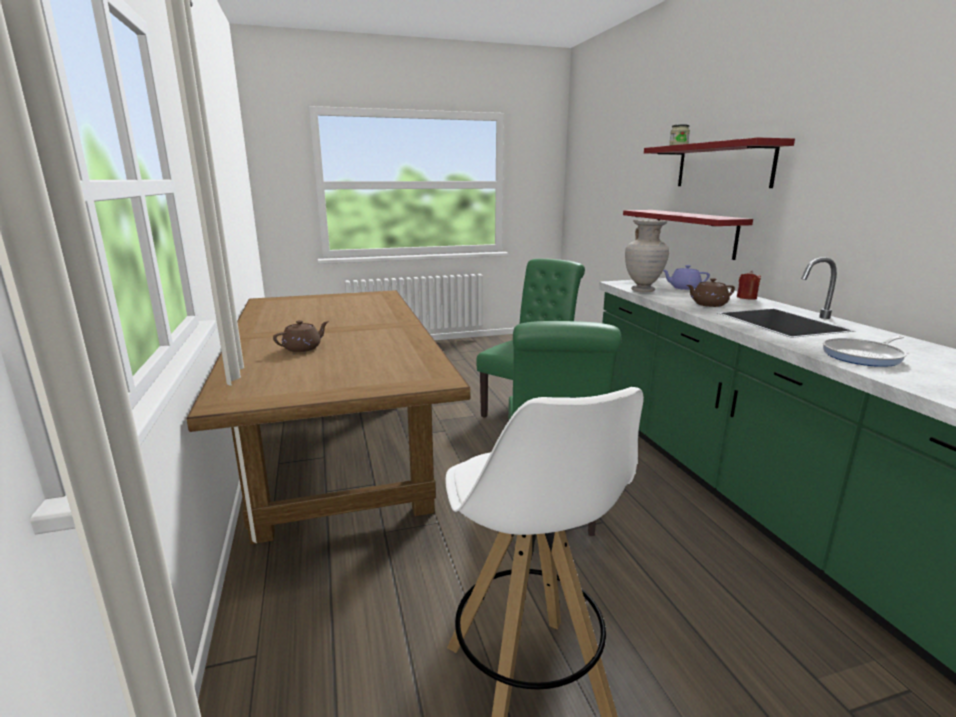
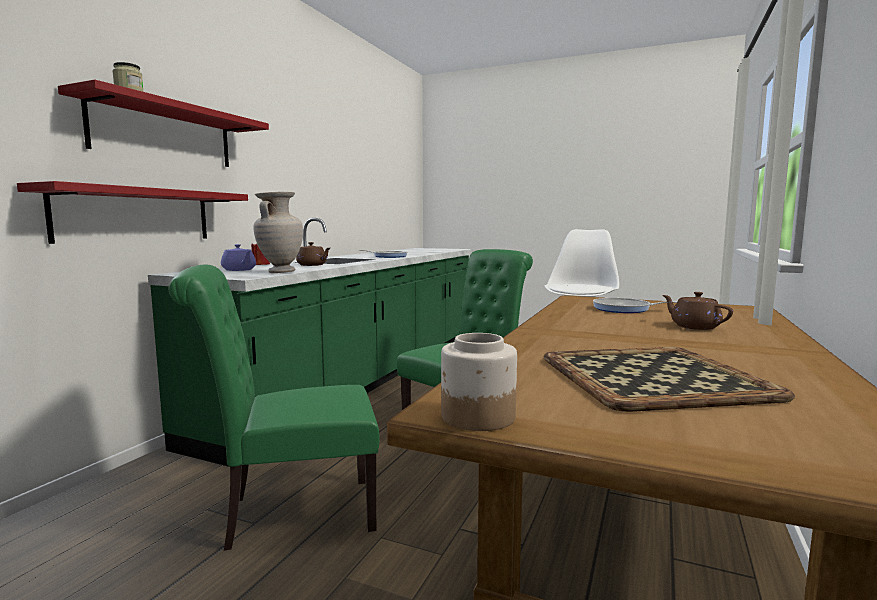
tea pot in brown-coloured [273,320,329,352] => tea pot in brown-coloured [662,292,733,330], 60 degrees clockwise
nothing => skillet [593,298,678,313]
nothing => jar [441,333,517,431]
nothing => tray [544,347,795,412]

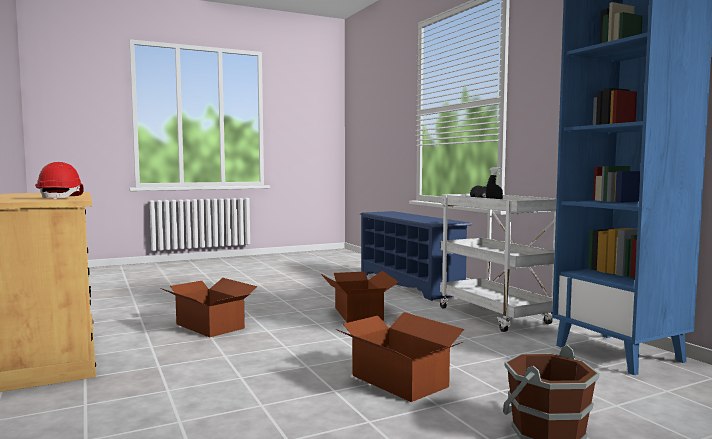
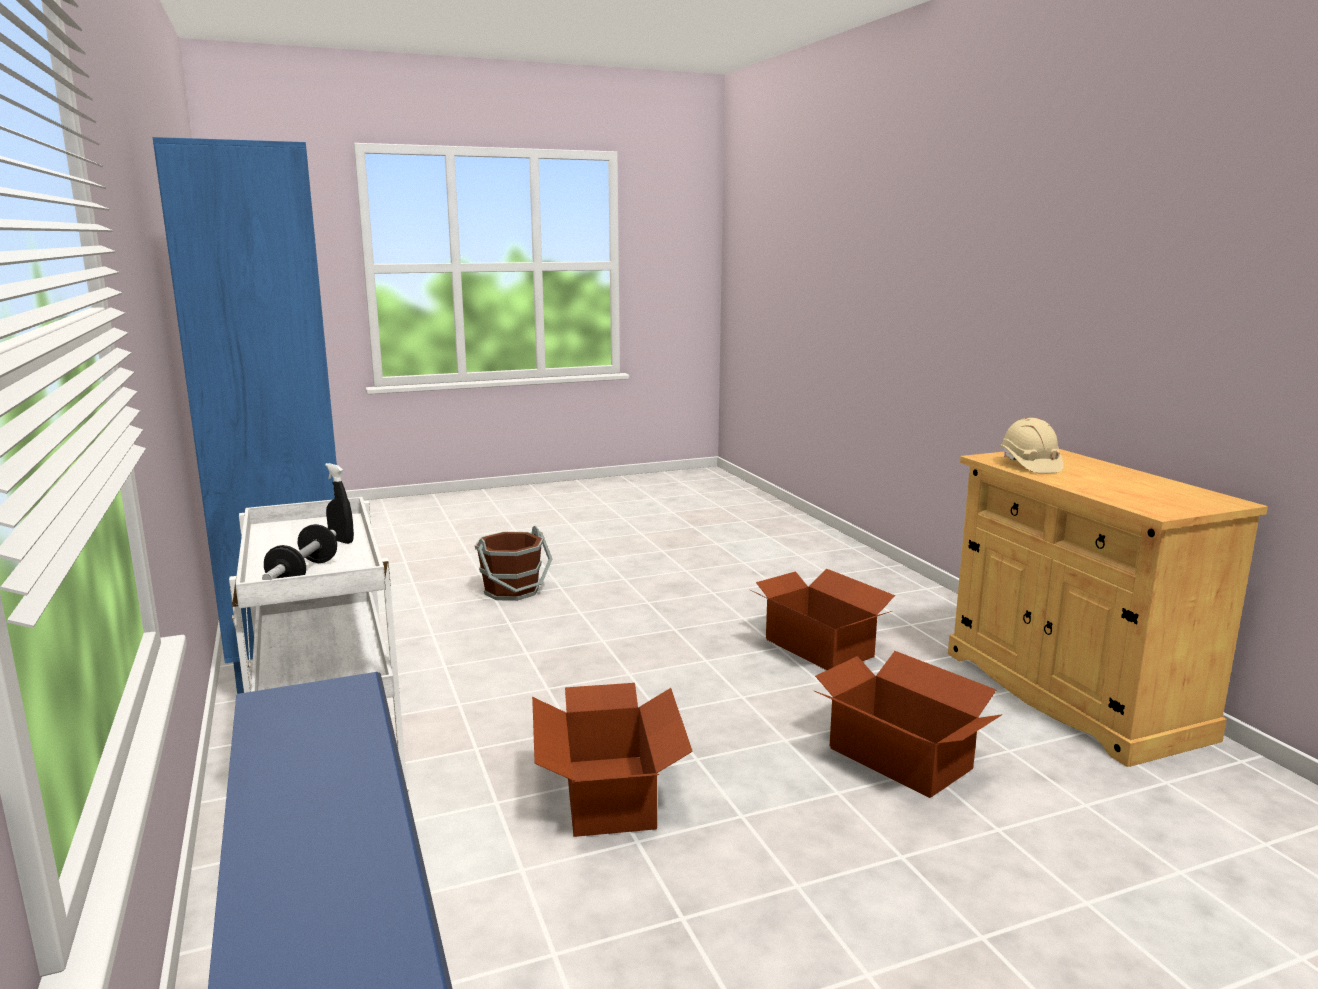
hard hat in red [35,162,84,200] => hard hat in beige [1000,418,1063,473]
carton [336,312,464,402] => carton [750,568,895,670], moved

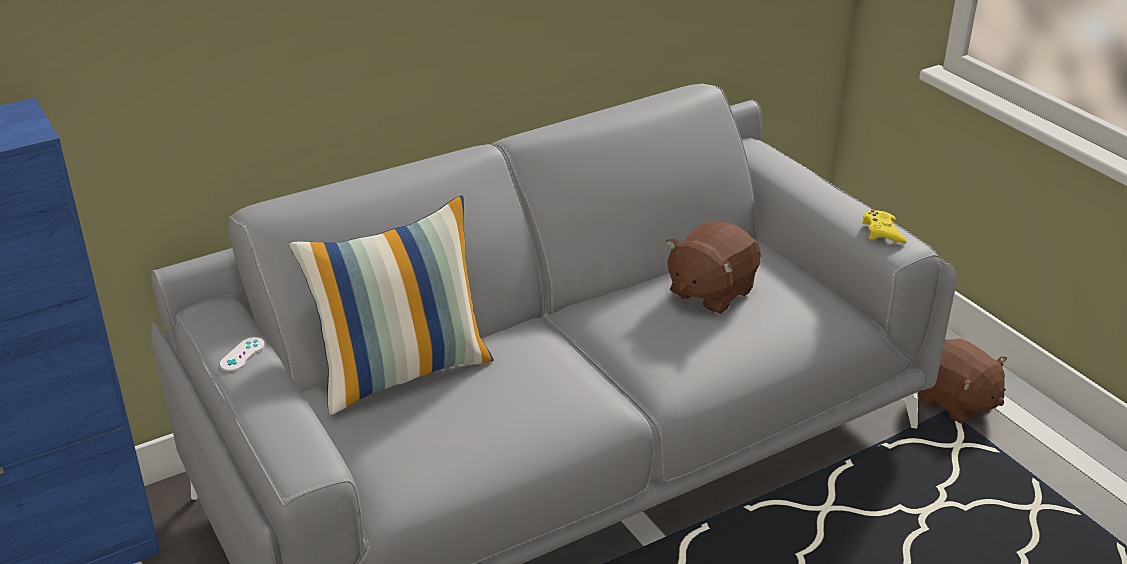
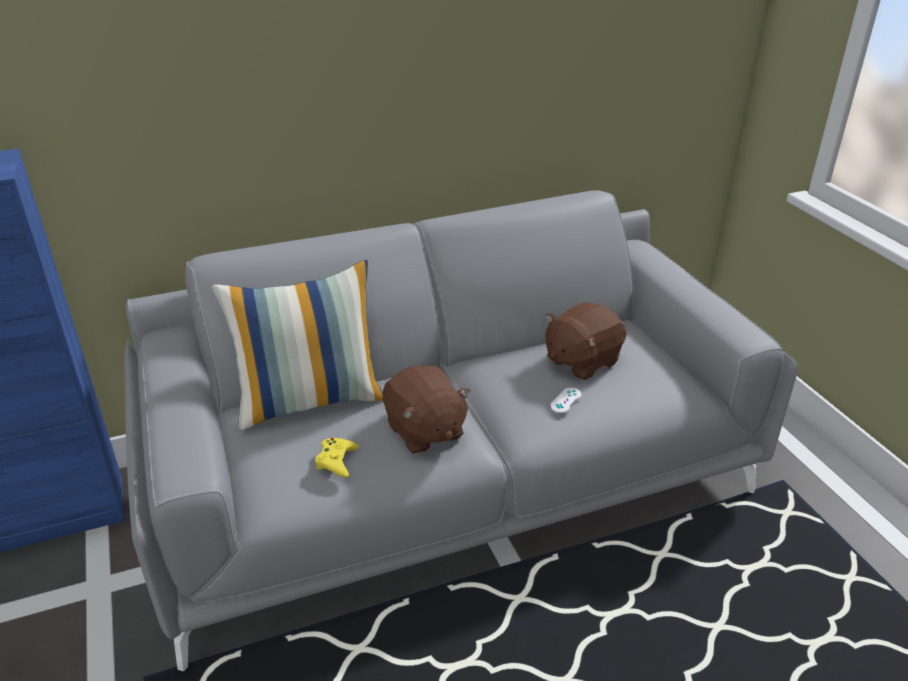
joypad in yellow [862,210,906,243] => joypad in yellow [315,438,359,477], moved
joypad in white-coloured [220,337,265,371] => joypad in white-coloured [550,388,581,413], moved
soft toy in brown-coloured [918,338,1007,423] => soft toy in brown-coloured [383,365,471,454], moved

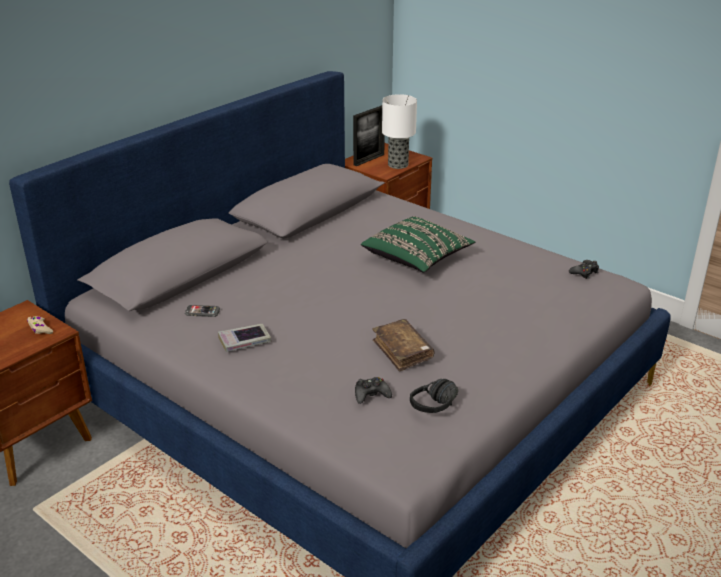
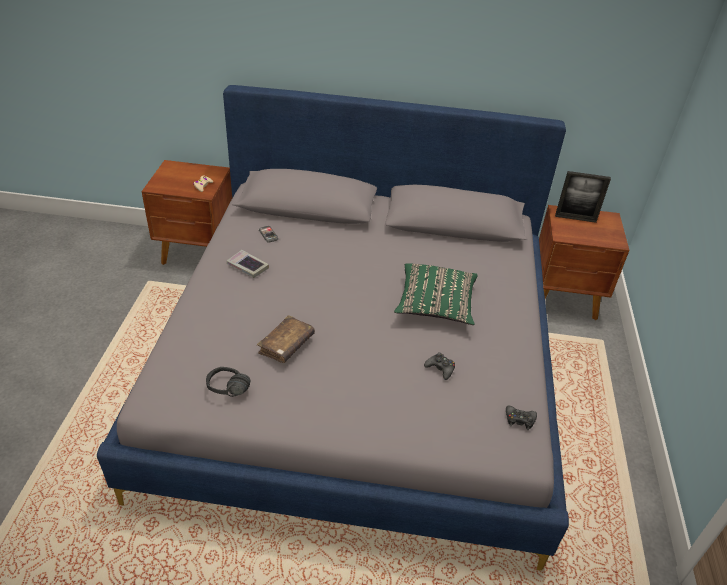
table lamp [382,94,417,169] => nothing
joypad in blackish [355,377,392,404] => joypad in blackish [424,352,455,380], moved

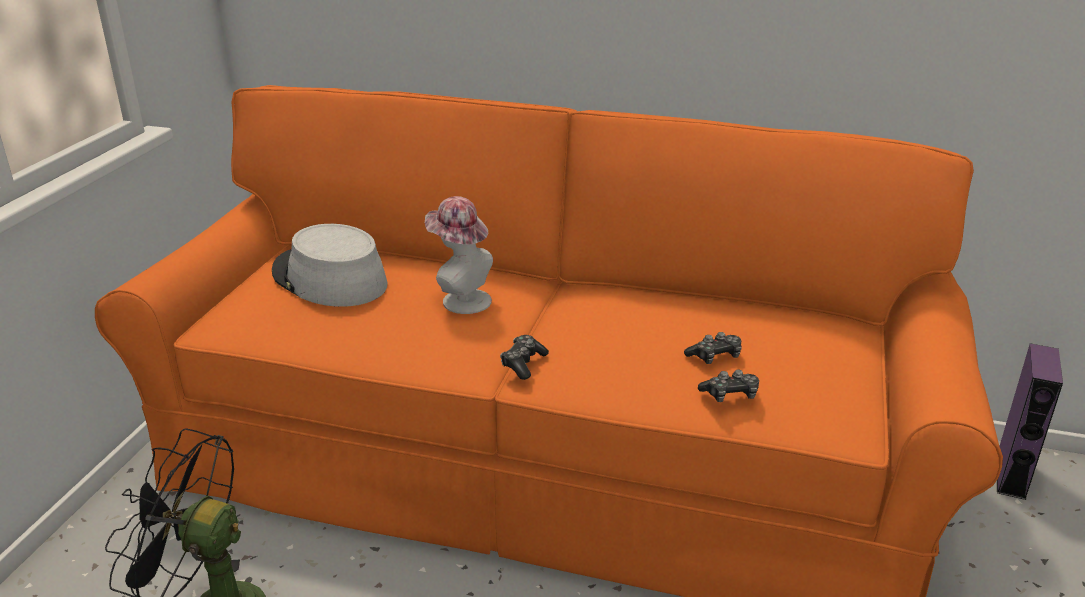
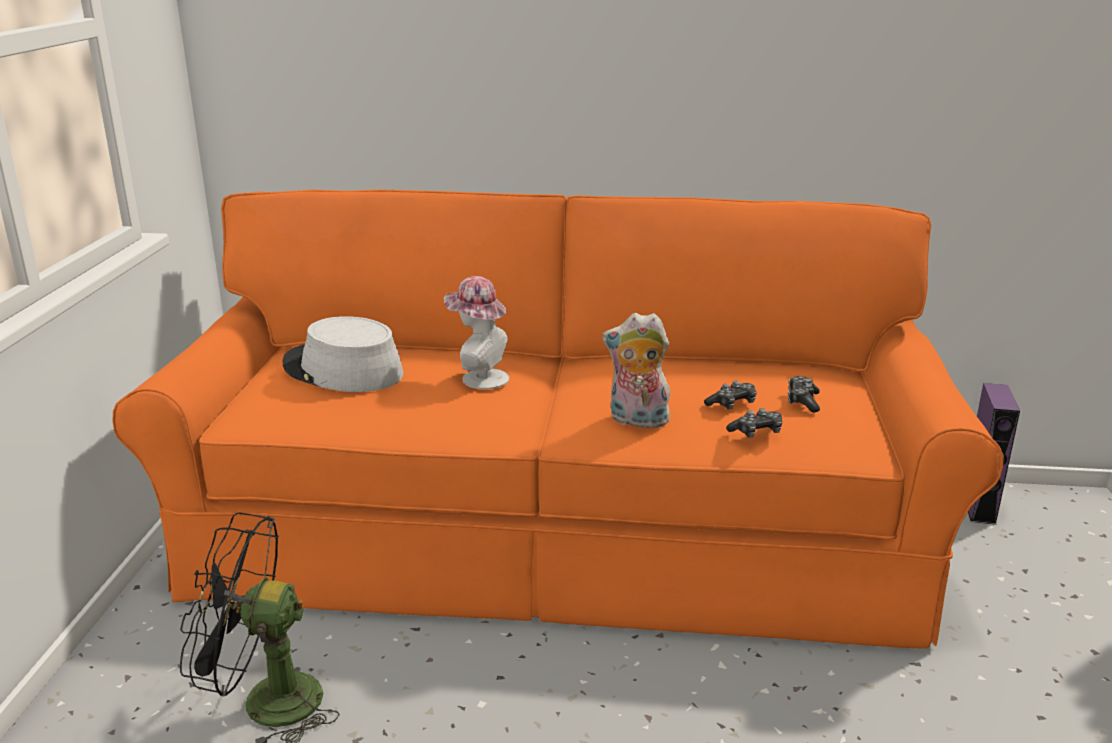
joypad [500,335,549,380] => joypad [788,376,820,412], moved
nothing => soft toy [602,313,672,431]

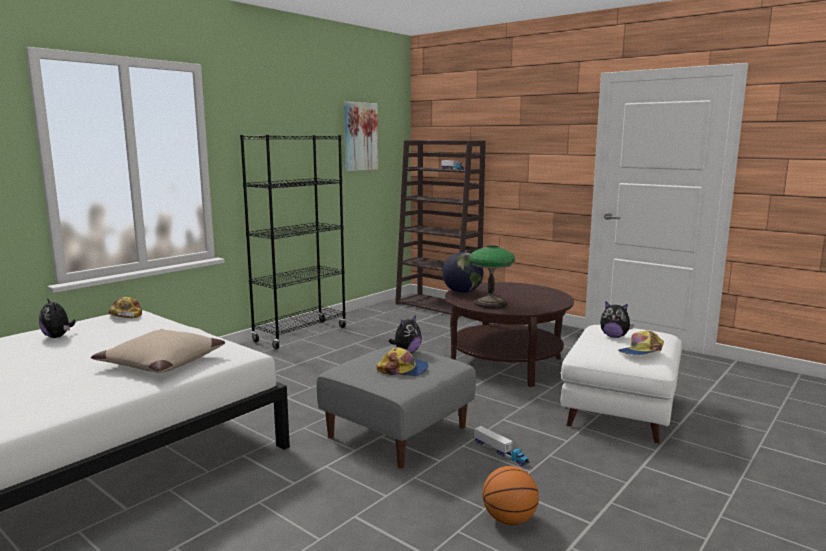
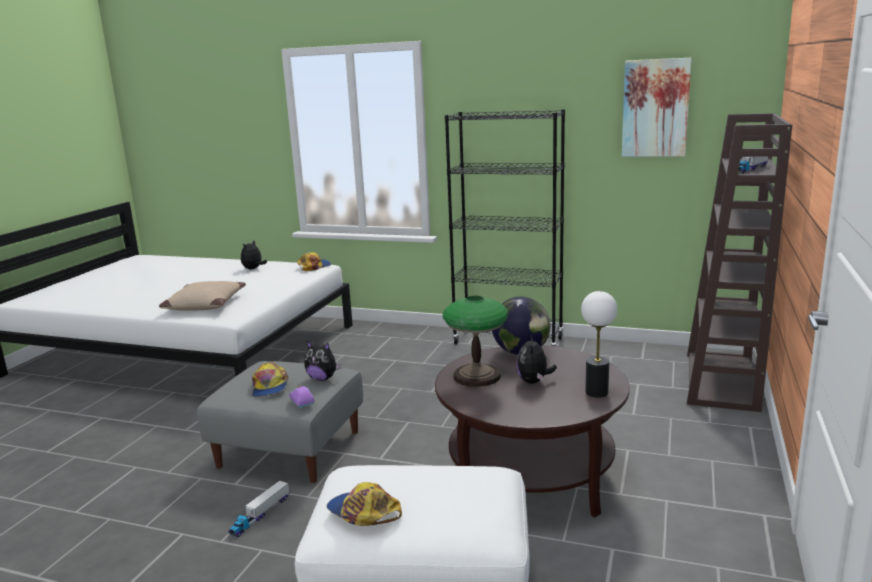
soft toy [600,301,634,338] => soft toy [516,335,557,384], moved
basketball ball [483,466,539,525] => nothing
nothing => table lamp [581,291,617,398]
nothing => miniature car in purple [289,385,315,408]

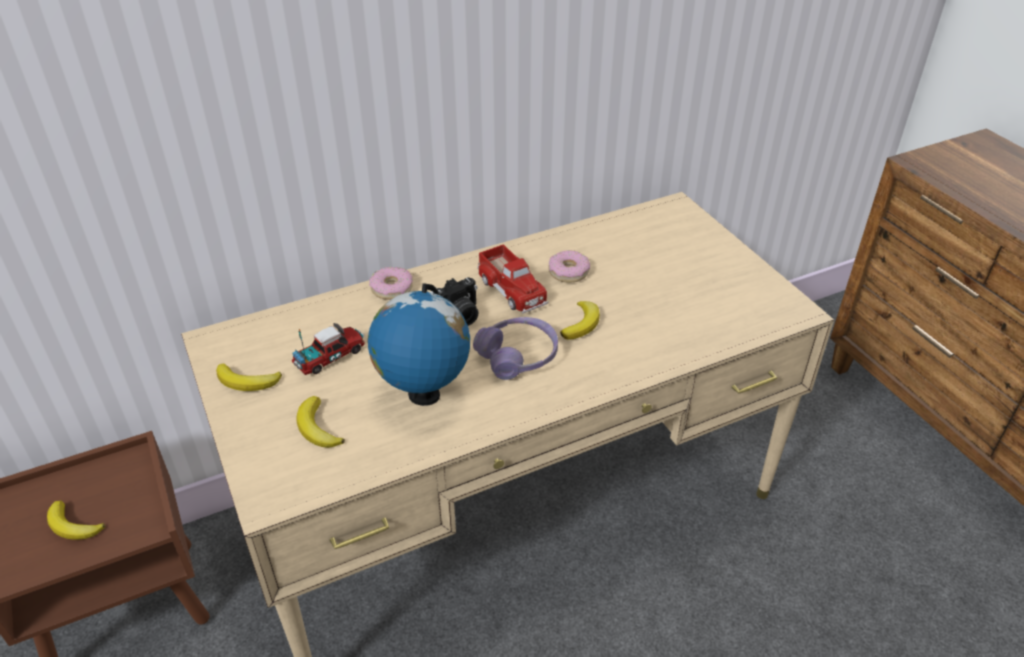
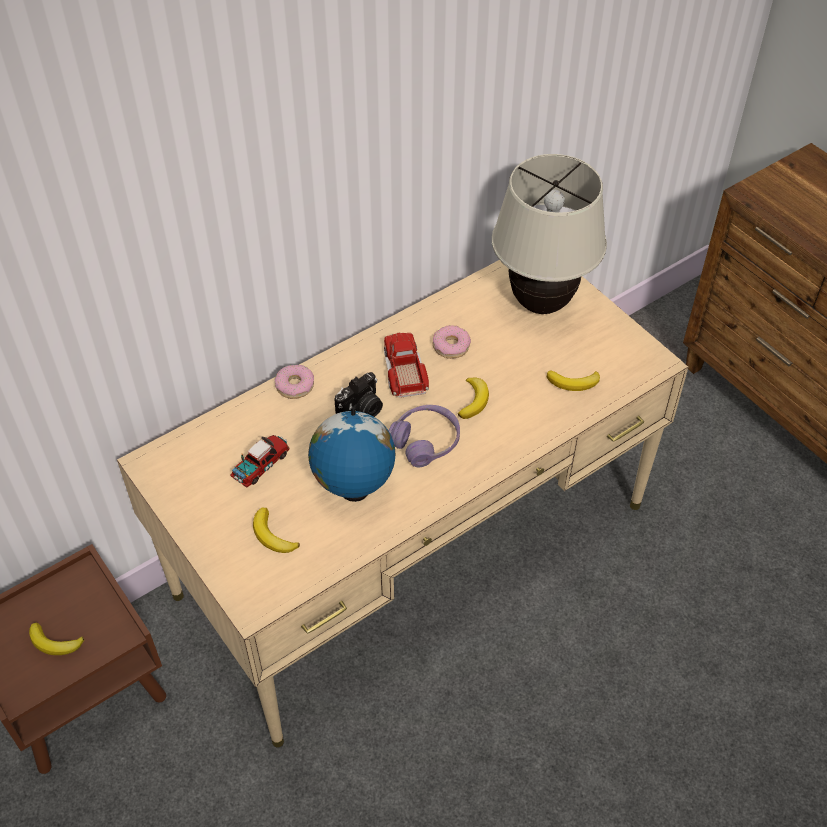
model truck [477,244,549,313] => model truck [384,333,429,398], 150 degrees counterclockwise
banana fruit [216,363,282,391] => banana fruit [547,370,600,391], moved
nothing => table lamp in beige [492,154,607,314]

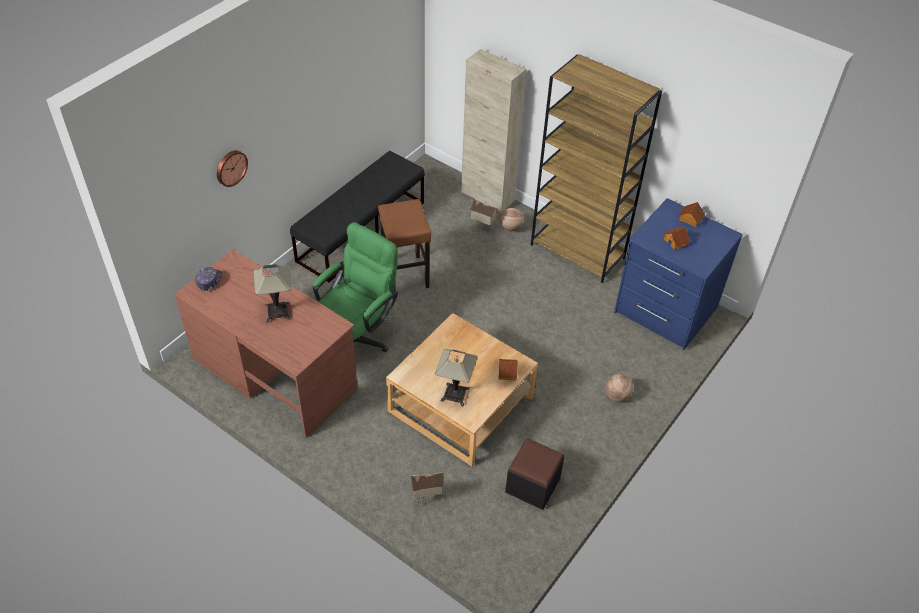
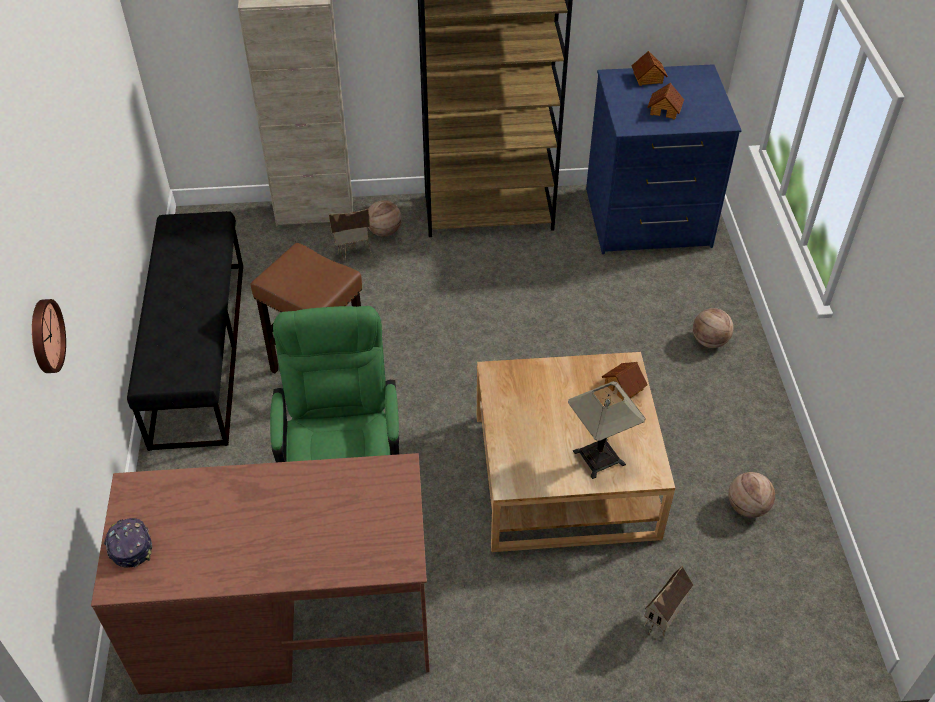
table lamp [253,264,291,322] => nothing
footrest in blackish [505,438,564,510] => basketball ball [728,472,775,518]

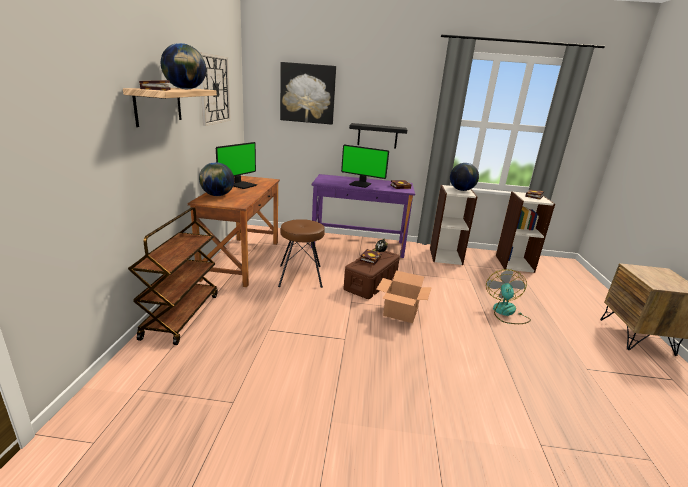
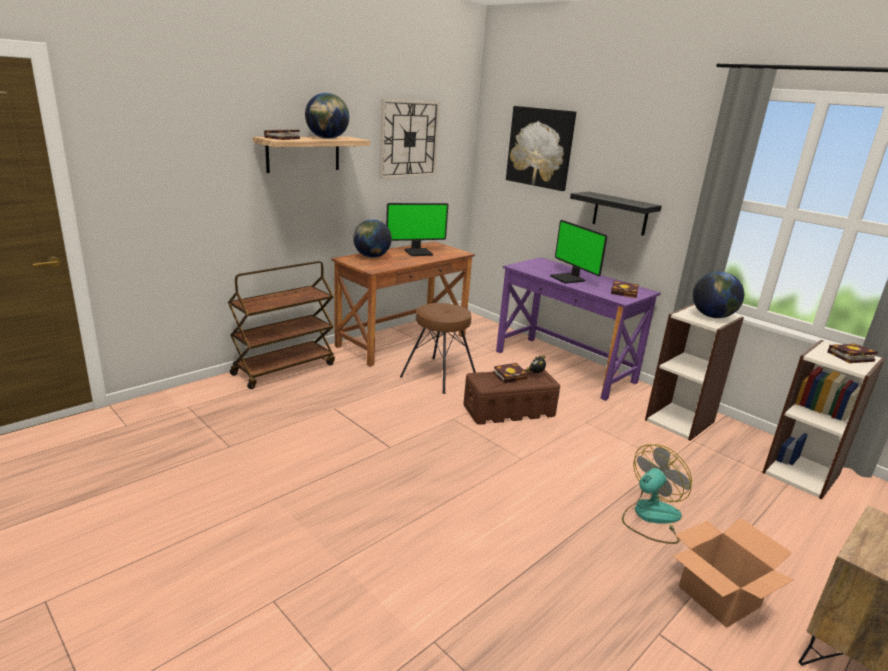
carton [376,271,432,323] => carton [673,518,794,628], moved

